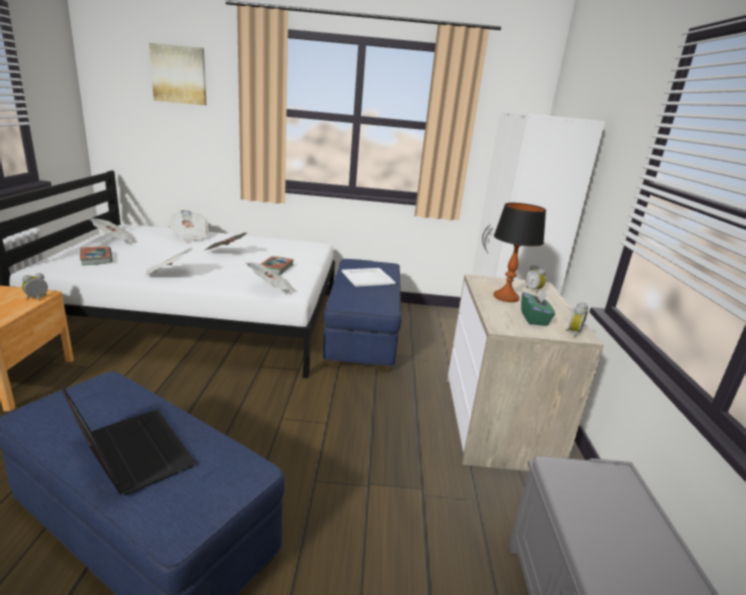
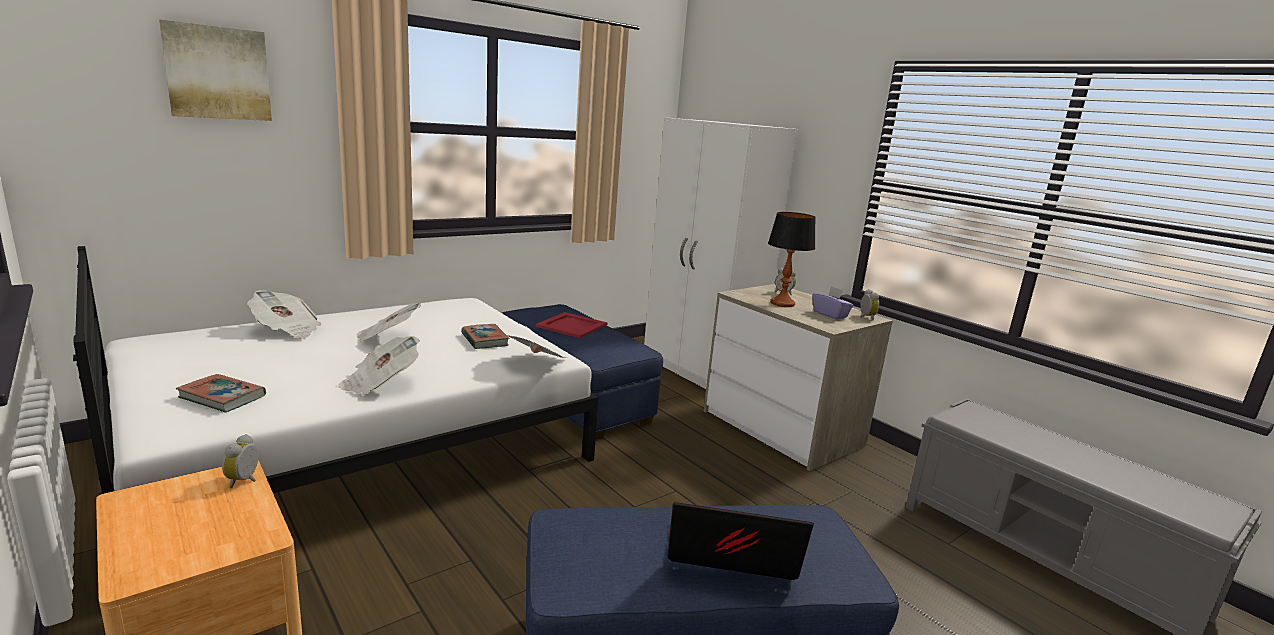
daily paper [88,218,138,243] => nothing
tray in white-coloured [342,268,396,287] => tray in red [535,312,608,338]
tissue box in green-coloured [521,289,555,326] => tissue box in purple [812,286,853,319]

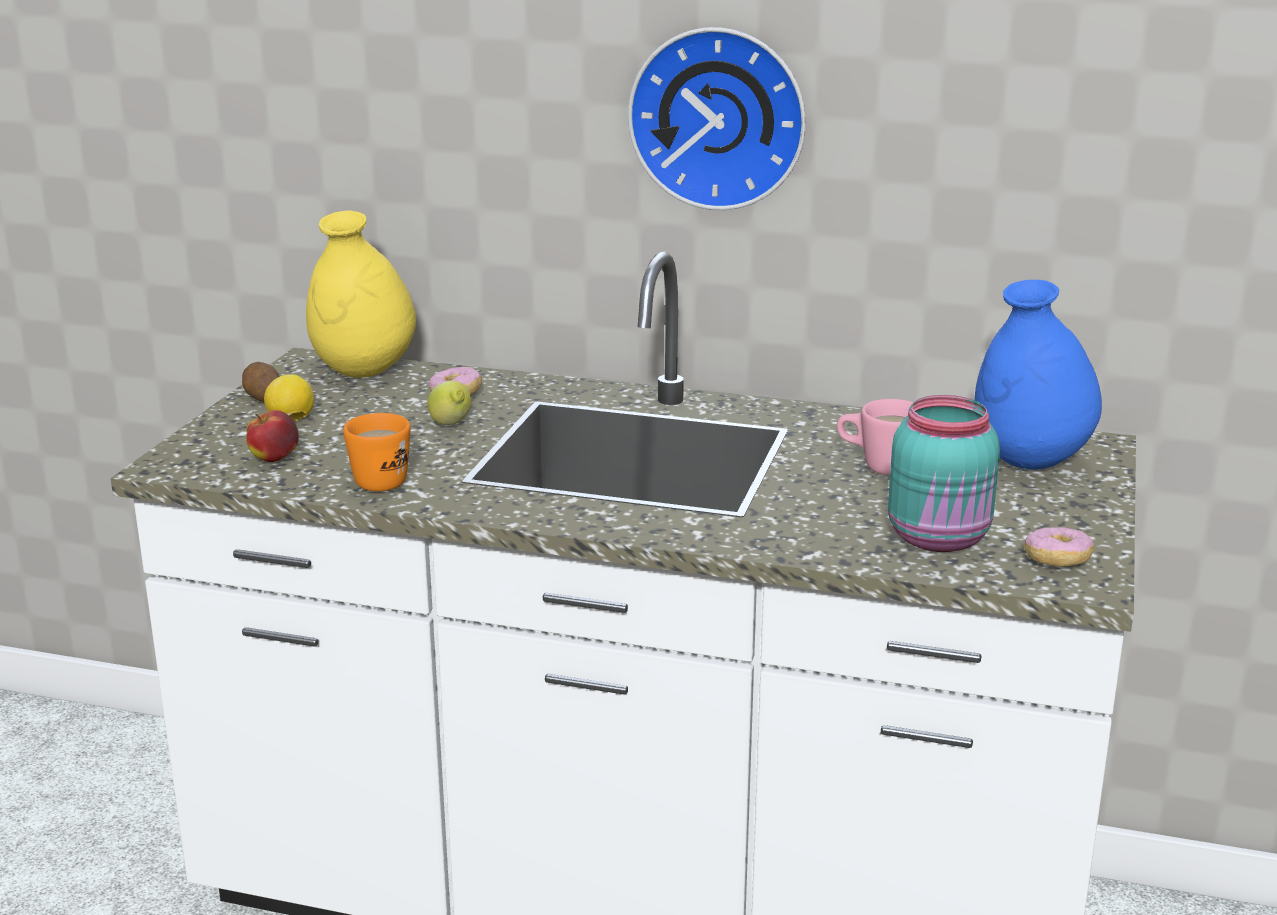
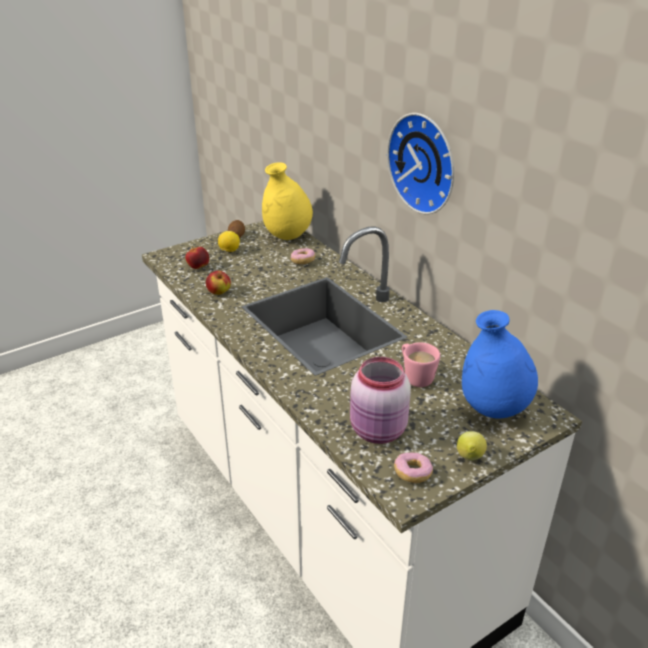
citrus fruit [427,381,472,425] => citrus fruit [457,431,487,460], moved
jar in turquoise [888,395,1000,552] => jar in pink [350,357,411,444]
tea mug in orangey [343,413,411,491] => whole apple [206,271,231,295]

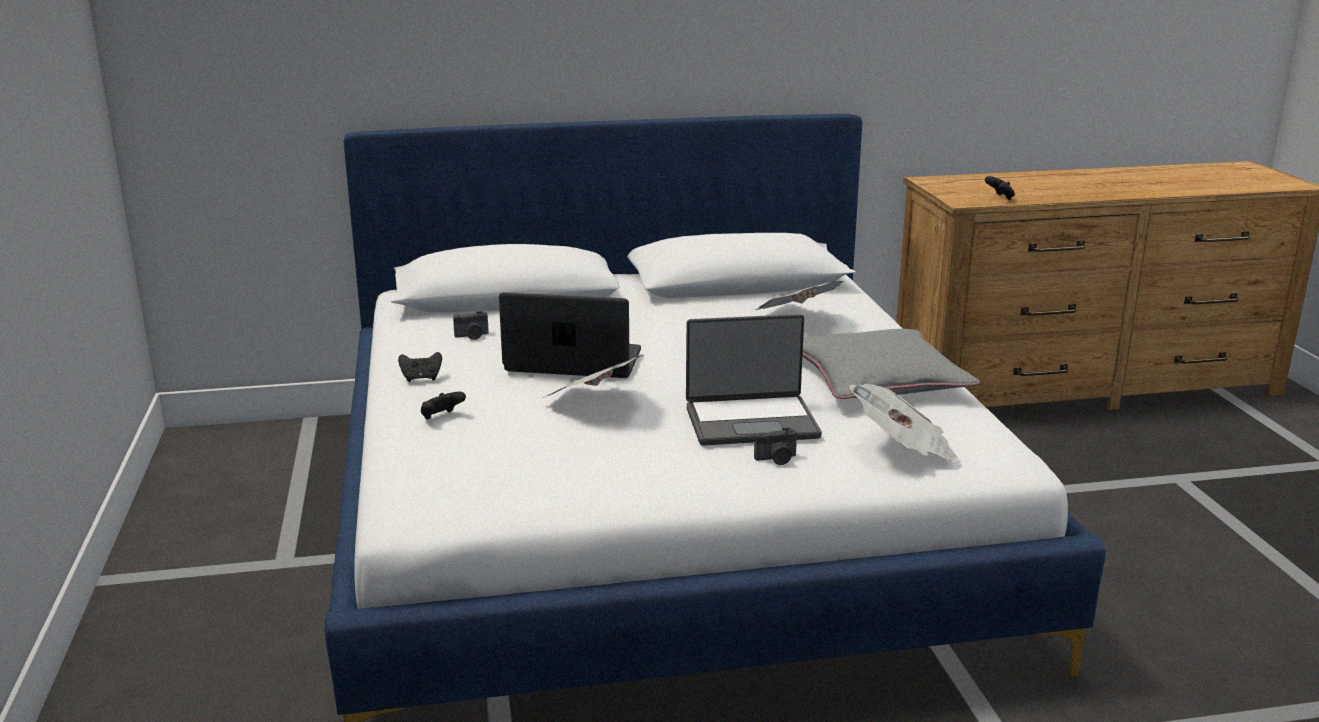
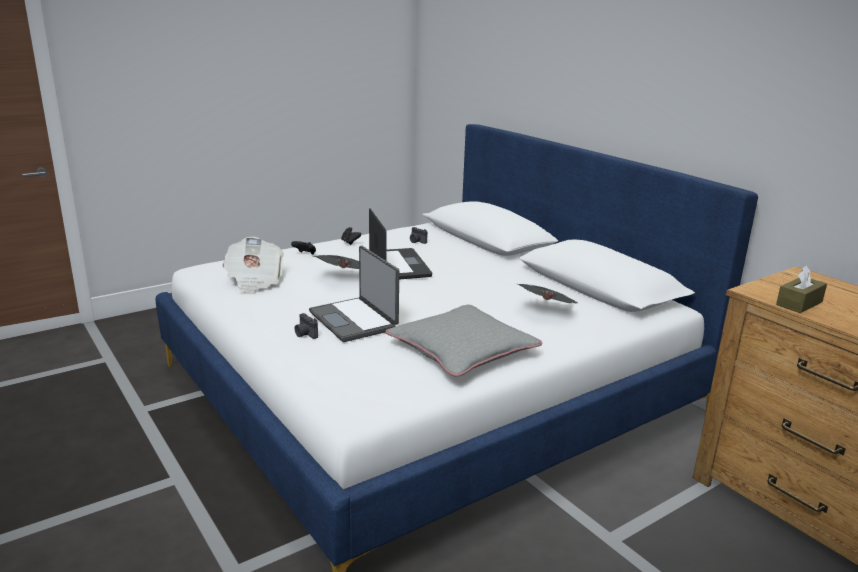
joypad in blackish [985,176,1015,200] => tissue box in brown-coloured [776,265,827,313]
daily paper [849,384,961,463] => daily paper [222,237,284,292], moved

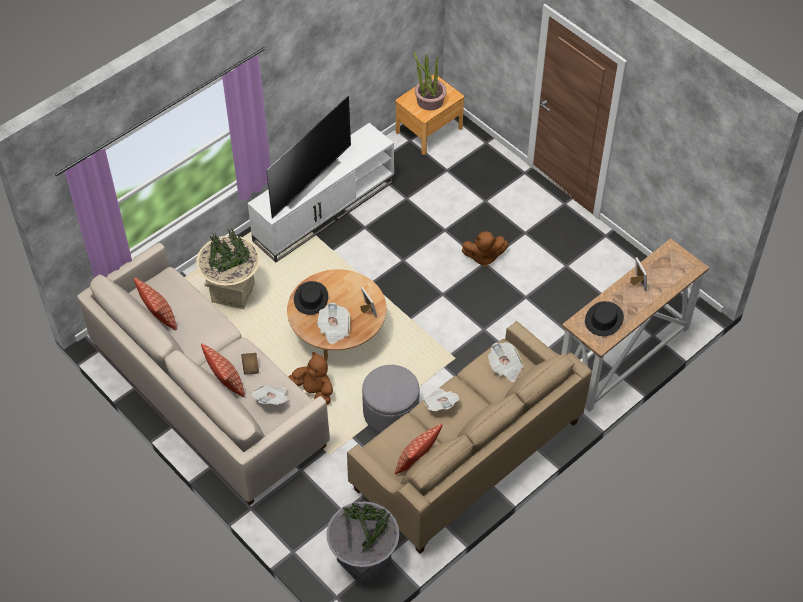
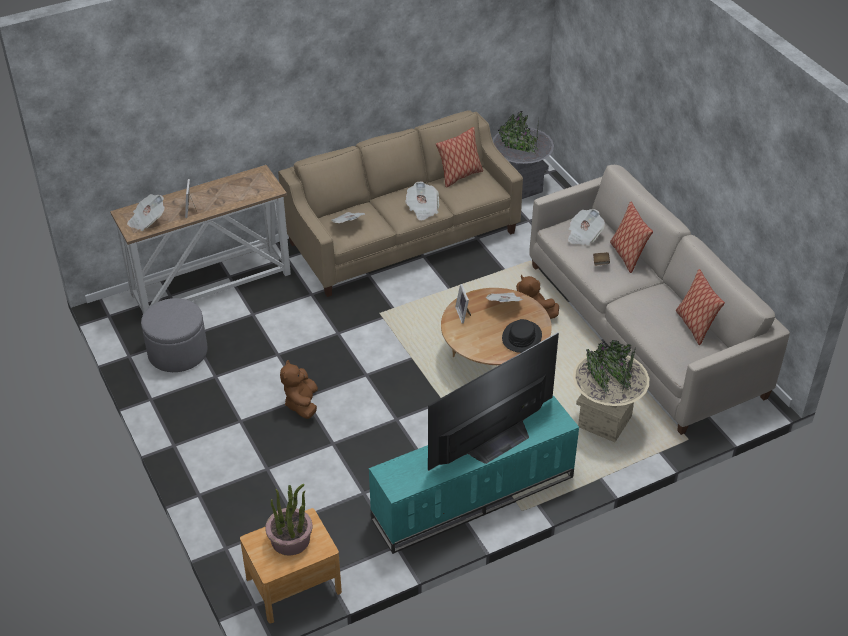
tv unit in white-coloured [247,123,394,262] => tv unit in turquoise [369,396,579,554]
soft toy in brown-coloured [462,231,509,267] => soft toy in brown-coloured [280,360,318,419], 105 degrees counterclockwise
clothing hat in blackish [585,301,624,336] => nothing
footrest in grey [362,365,420,433] => footrest in grey [141,298,207,372], moved
nothing => daily paper [127,194,165,231]

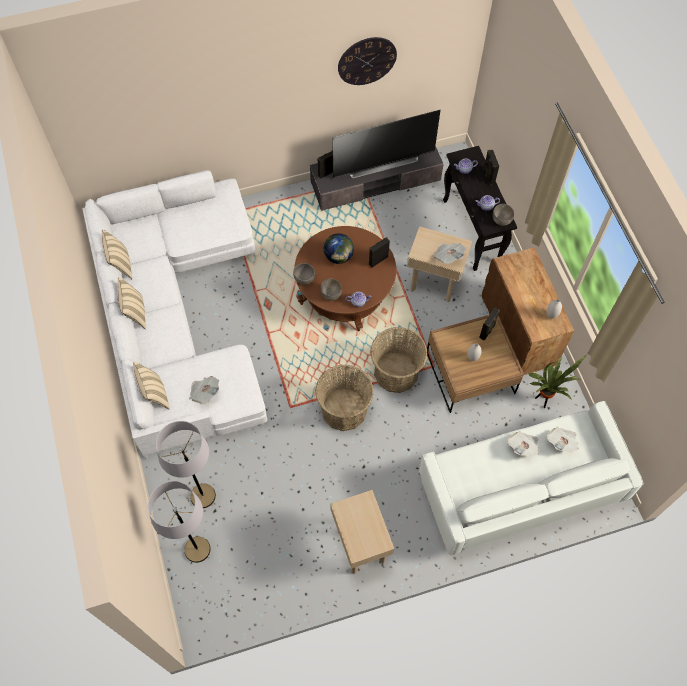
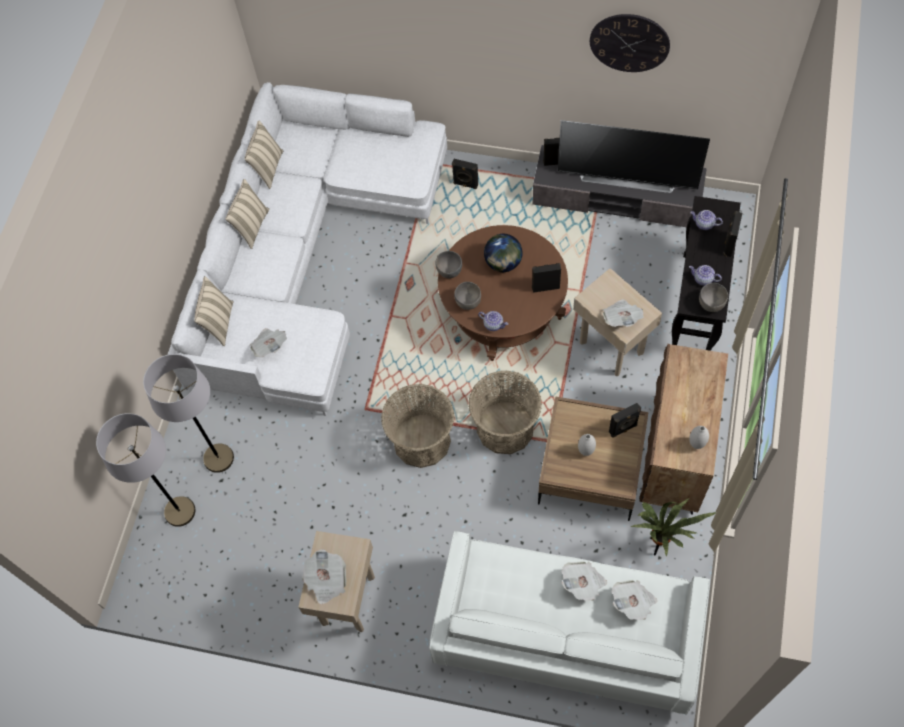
nothing => speaker in blackish [452,159,478,189]
nothing => daily paper [302,549,346,604]

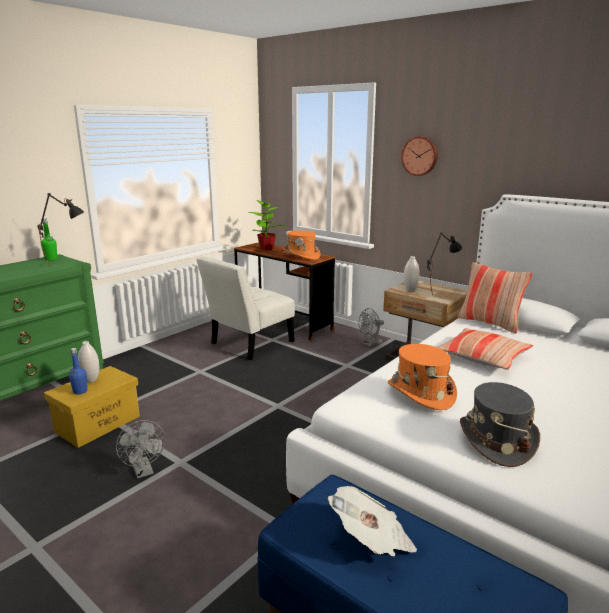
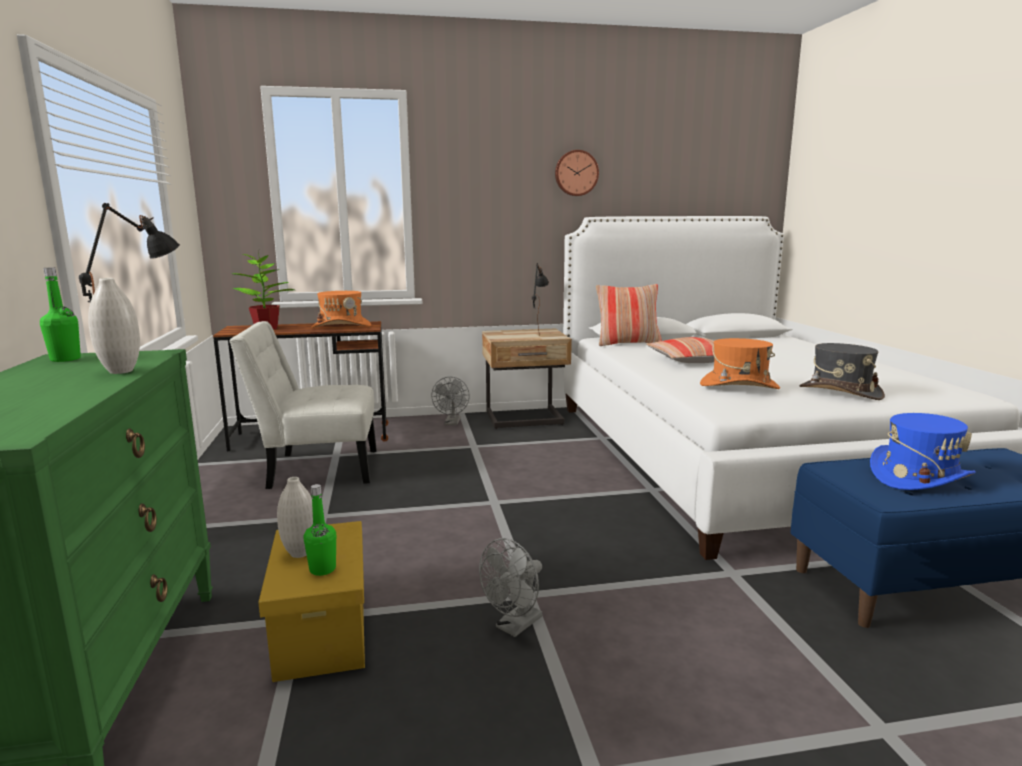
hanging clock [401,136,438,176] => hanging clock [555,150,599,196], moved
upright chair in white-coloured [196,256,295,360] => upright chair in white-coloured [229,321,377,489], 90 degrees clockwise
flower vase in white-coloured [404,256,420,291] => flower vase in white-coloured [88,278,140,374], moved
beverage bottle in blue-coloured [69,348,87,395] => beverage bottle in green-coloured [304,484,336,576]
fan in grey [116,420,165,478] => fan in grey [479,538,542,637], 120 degrees clockwise
daily paper [328,486,417,556] => clothing hat in blue-coloured [870,413,976,490]

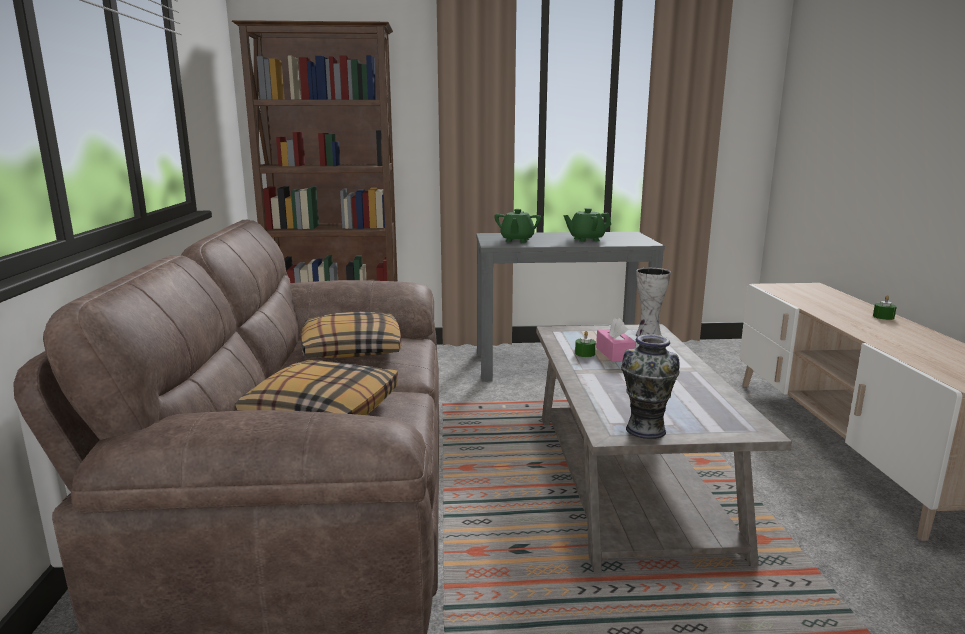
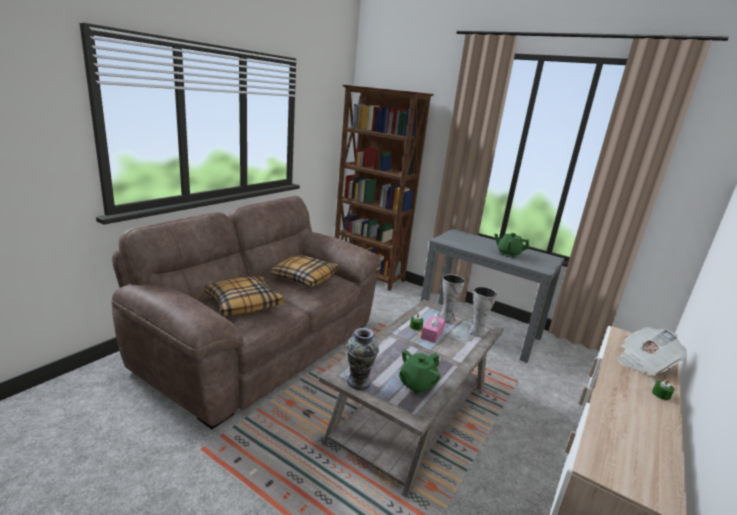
tea pot in green-coloured [494,209,541,243] => tea pot in green-coloured [399,350,441,395], moved
nothing => flower vase [438,274,465,322]
nothing => daily paper [618,327,687,376]

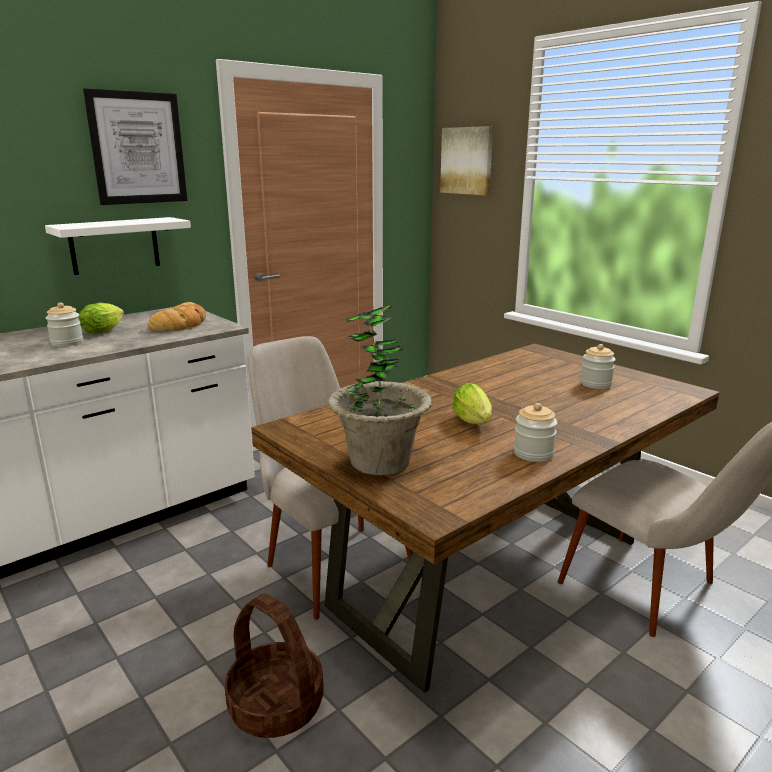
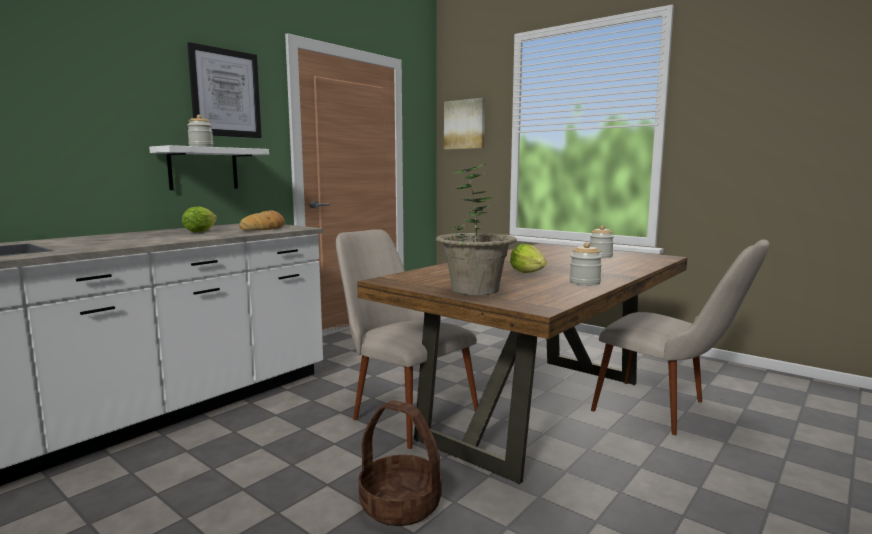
jar [46,302,83,347] => jar [187,115,214,147], moved

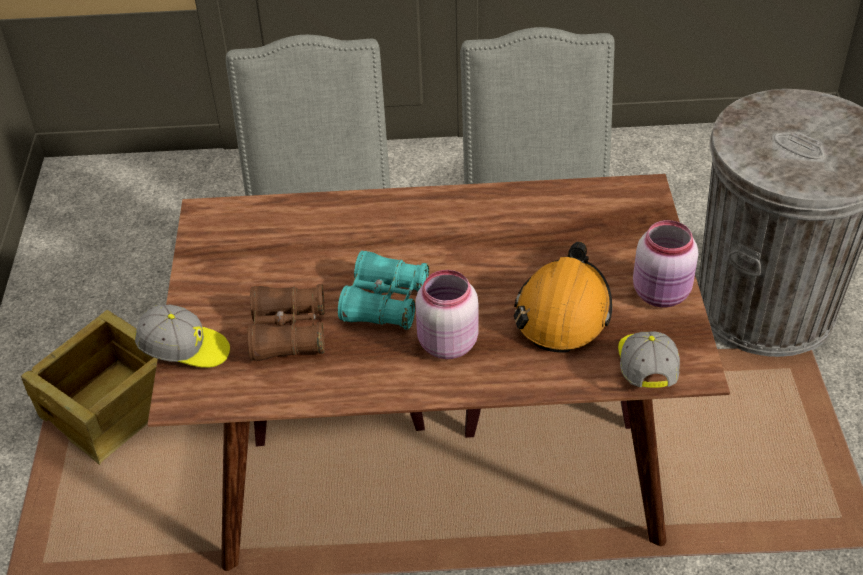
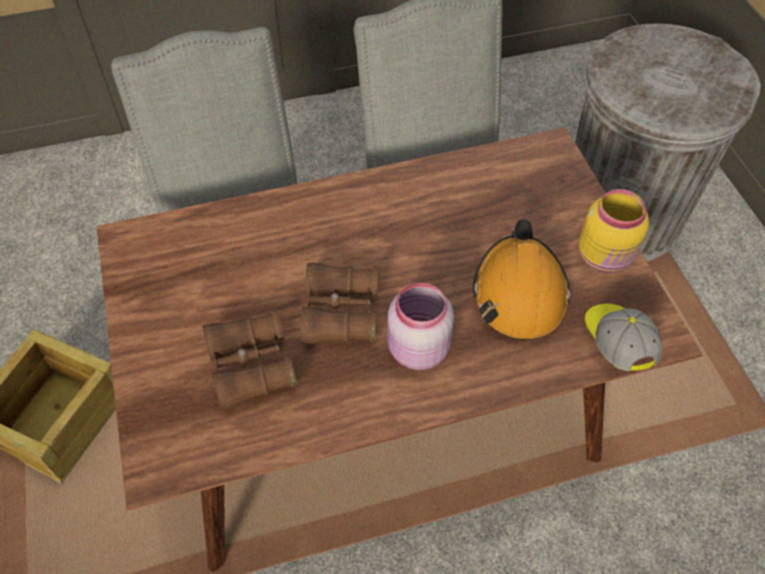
jar in pink [633,220,698,307] => jar in yellow [579,189,649,273]
pair of binoculars in turquoise [338,251,429,330] => pair of binoculars in brown-coloured [300,262,379,344]
peaked cap [135,305,230,368] => nothing

